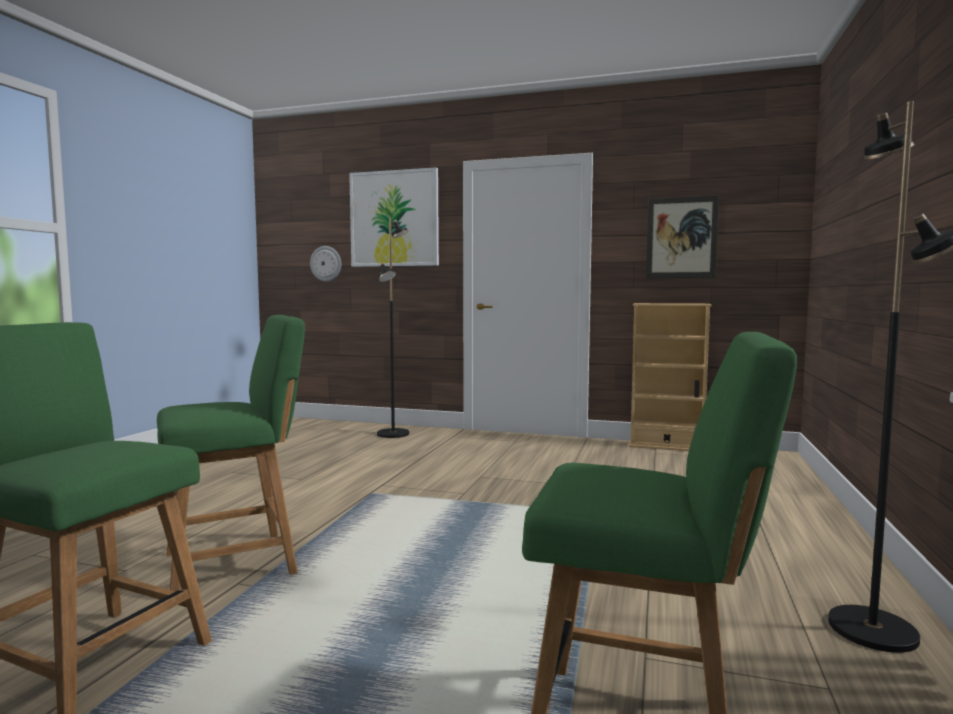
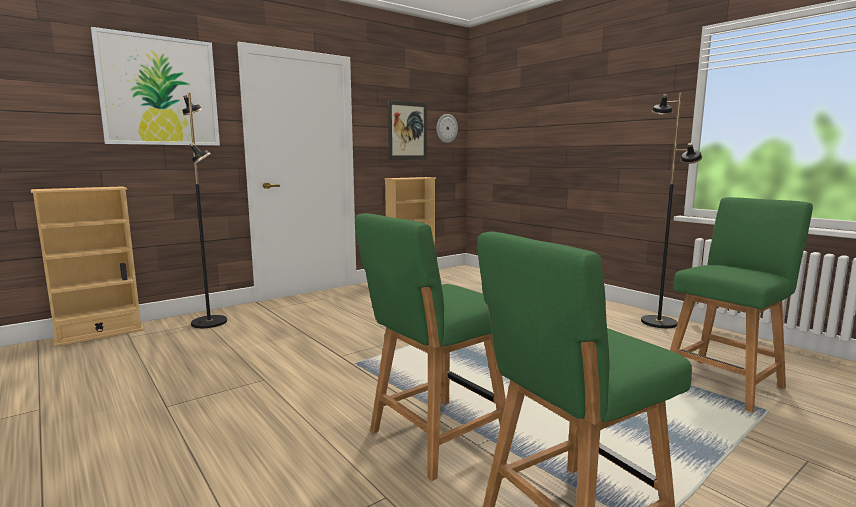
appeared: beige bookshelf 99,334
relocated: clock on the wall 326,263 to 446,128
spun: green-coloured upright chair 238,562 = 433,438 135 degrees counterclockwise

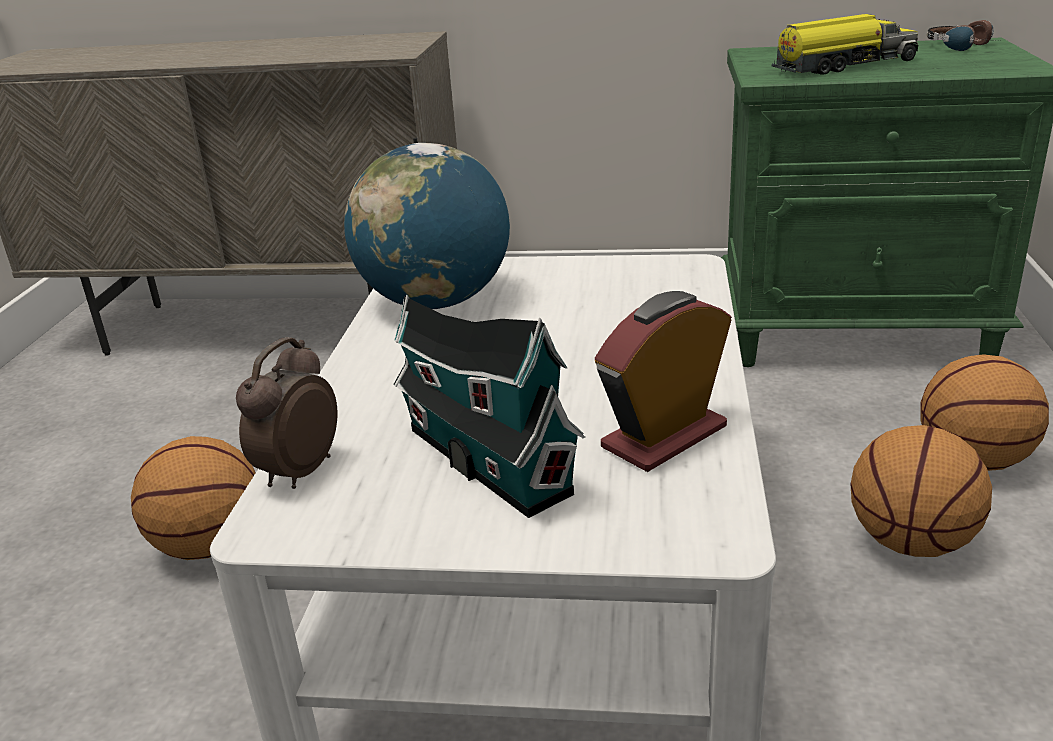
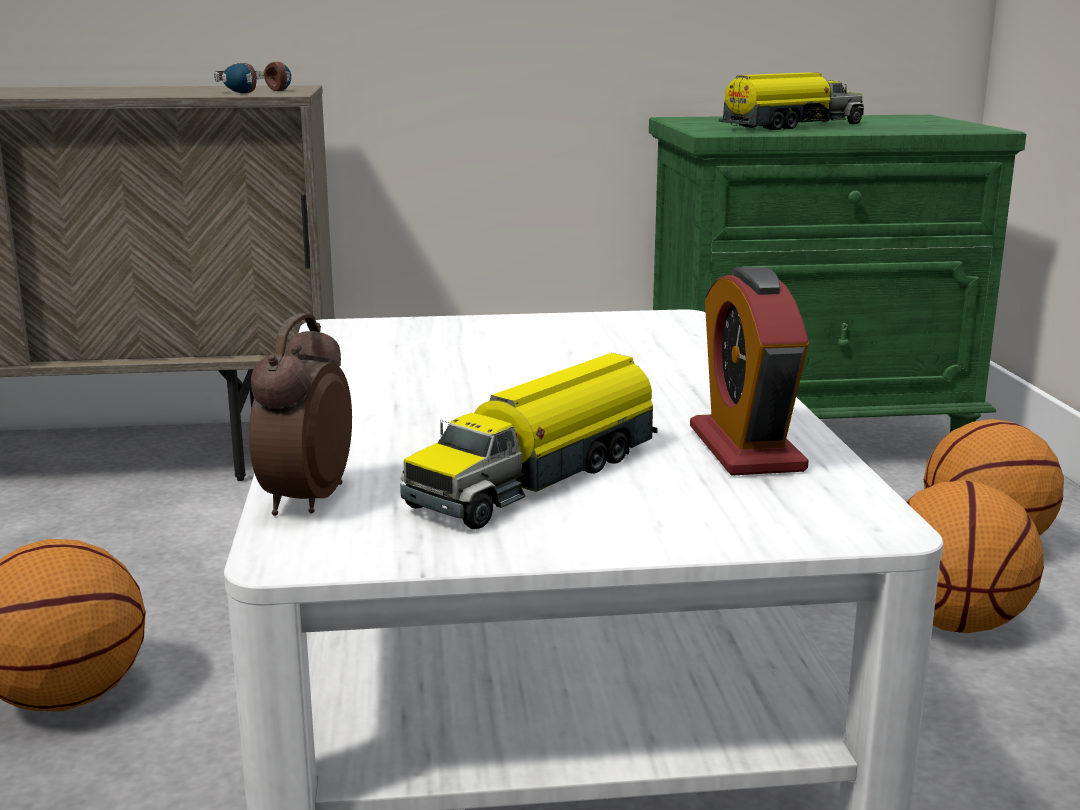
missing: globe 436,302
relocated: headphones 967,47 to 259,92
exchanged: model house 483,457 to toy lorry 539,475
spun: alarm clock 664,437 = 745,449 45 degrees counterclockwise

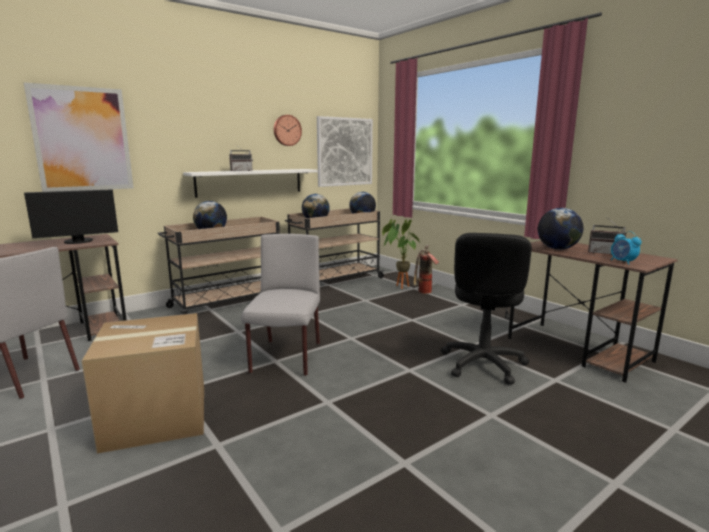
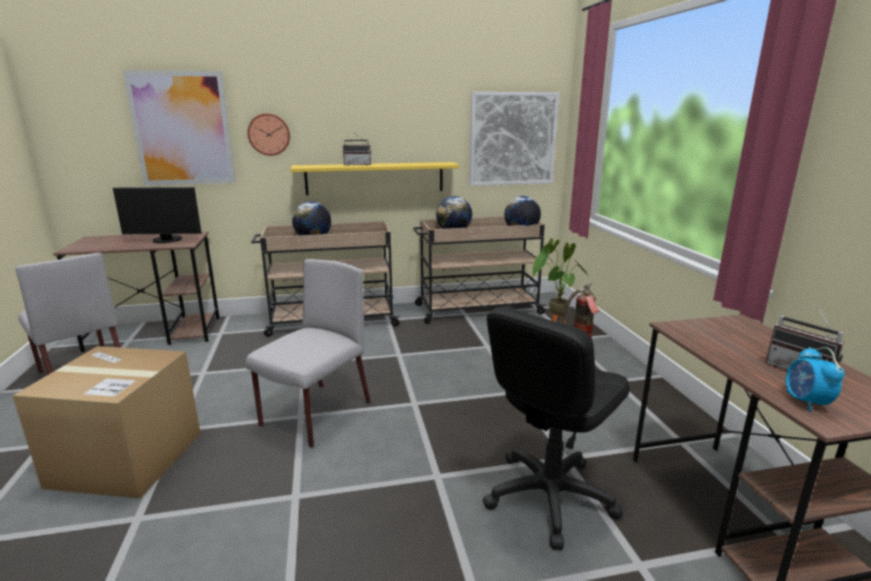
missing: globe 557,249
relocated: clock on the wall 287,130 to 269,134
colour: white-coloured wall shelf 250,182 to yellow wall shelf 375,178

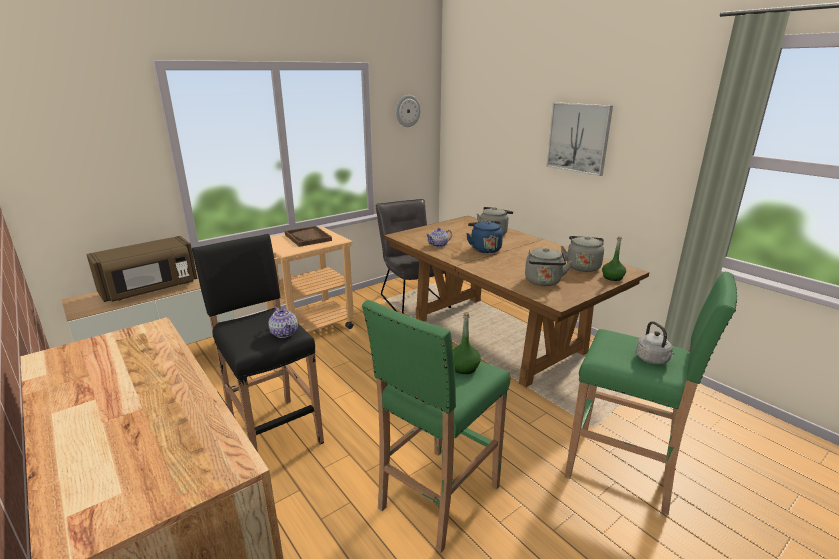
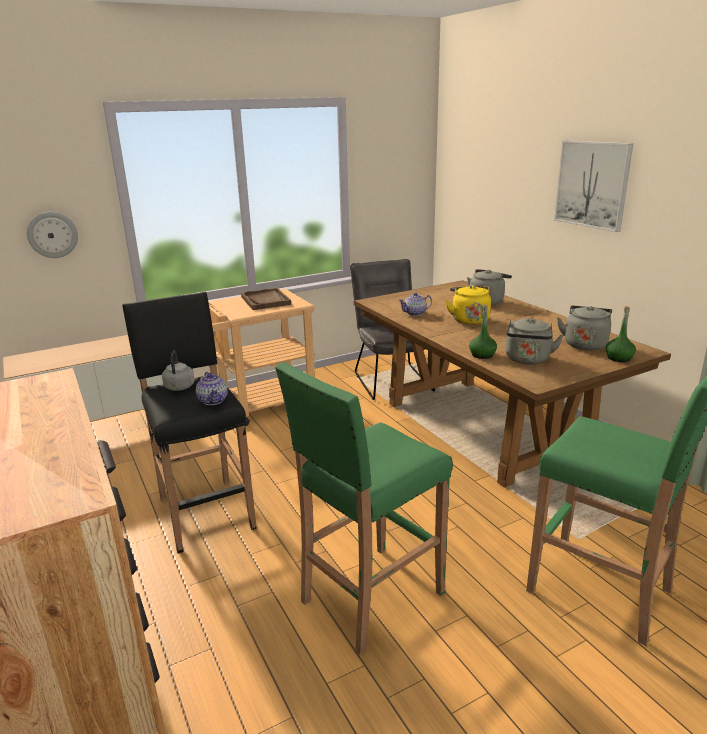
missing: brown kitchen microwave 150,289
relocated: clock on the wall 407,111 to 52,235; gray tea kettle 653,360 to 179,388; green-coloured beverage bottle 464,367 to 482,355
colour: bluish tea kettle 484,249 to yellow tea kettle 469,319

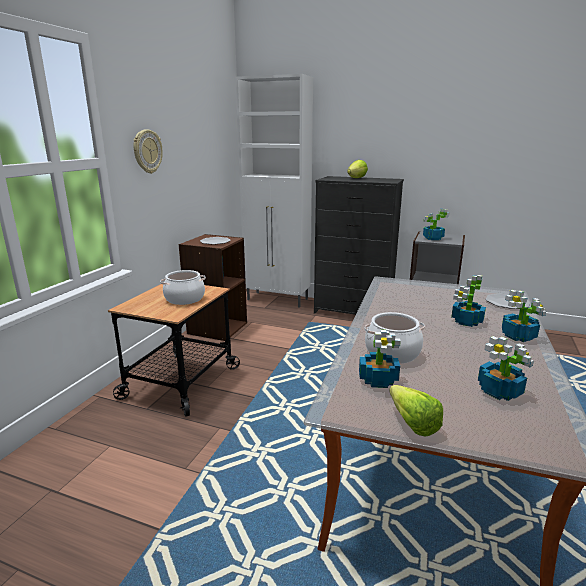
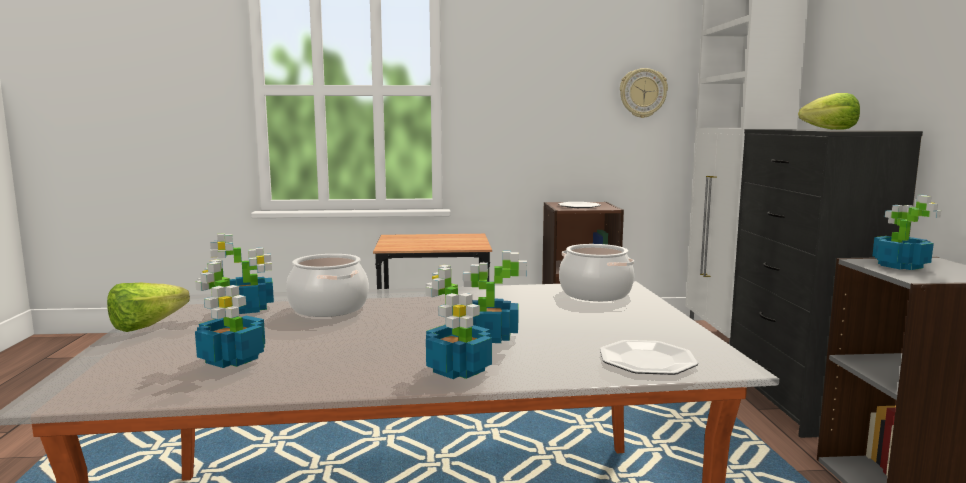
relocated: cooking pot 184,299 to 595,294; clock on the wall 147,151 to 642,93

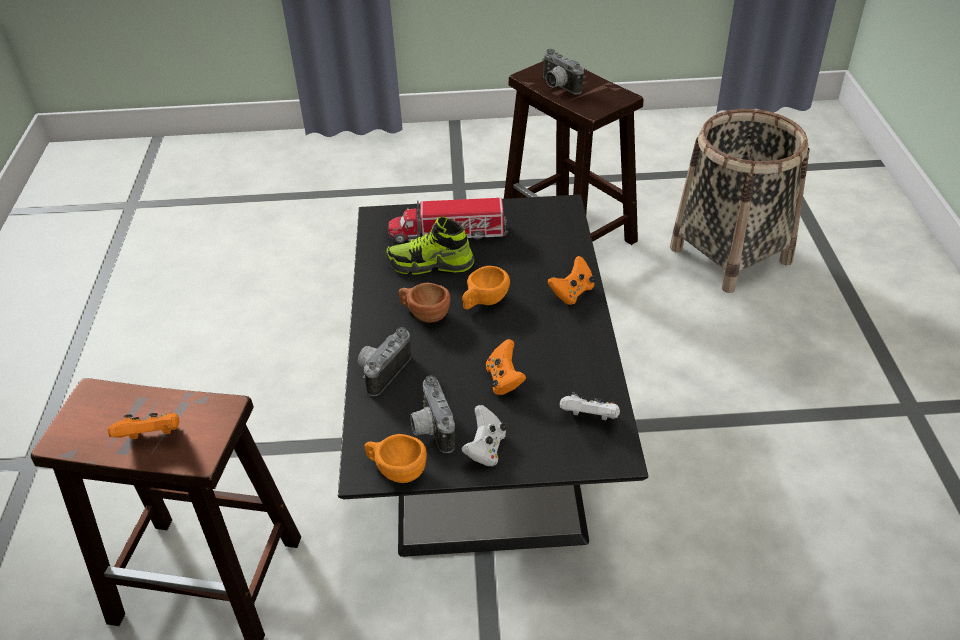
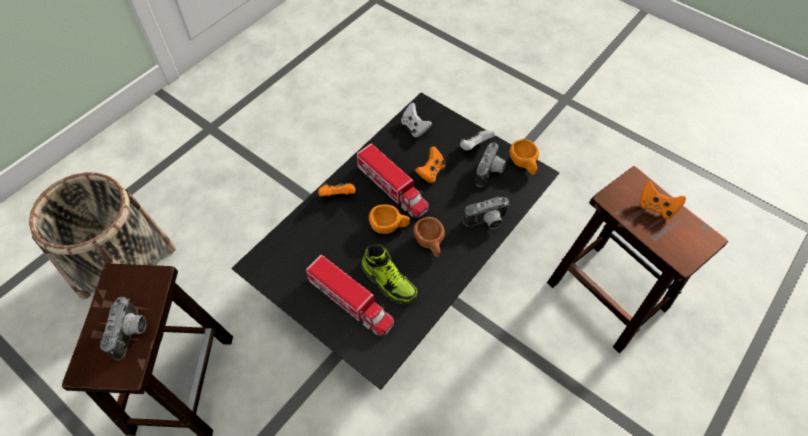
appeared: toy lorry 392,188

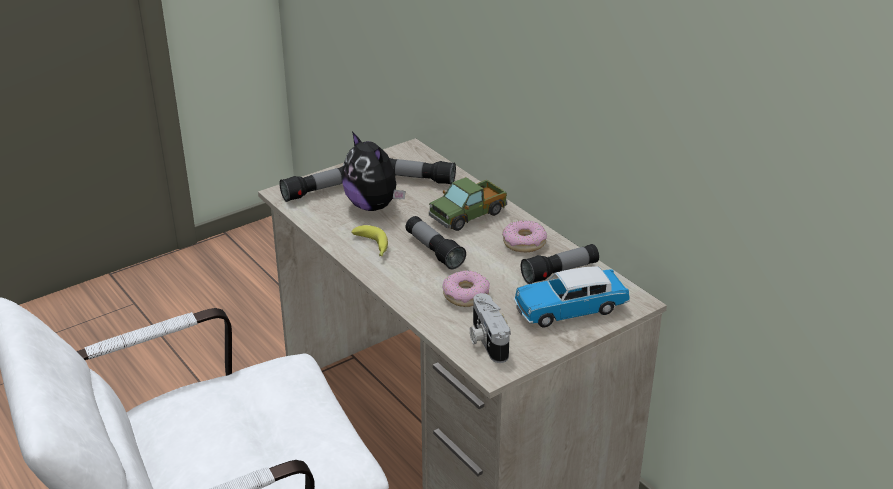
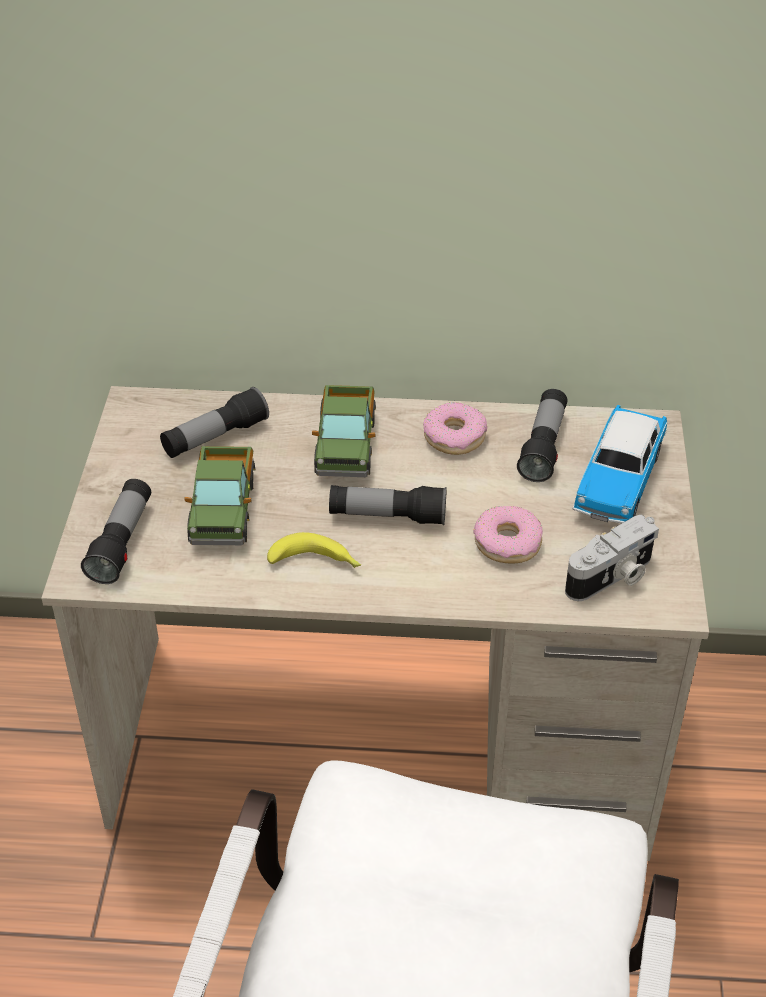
exchanged: cuddly toy 373,206 to toy lorry 223,510
spun: photo camera 486,340 = 612,577 60 degrees counterclockwise

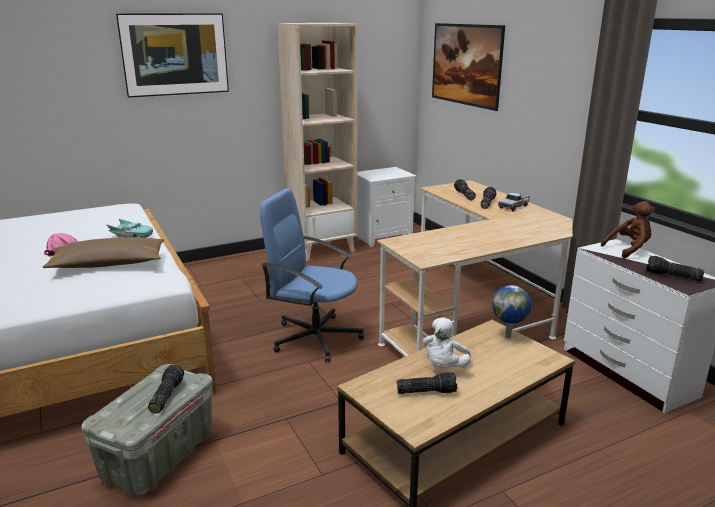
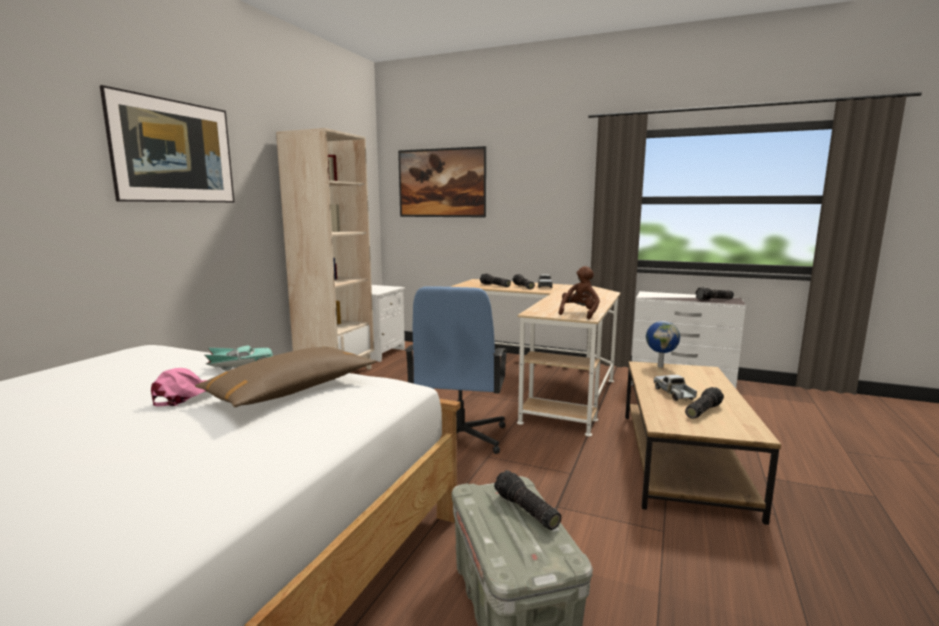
relocated: brown cuddly toy 629,249 to 579,314
exchanged: white-coloured cuddly toy 444,367 to toy lorry 674,394
spun: bluish office chair 315,337 = 459,437 60 degrees counterclockwise

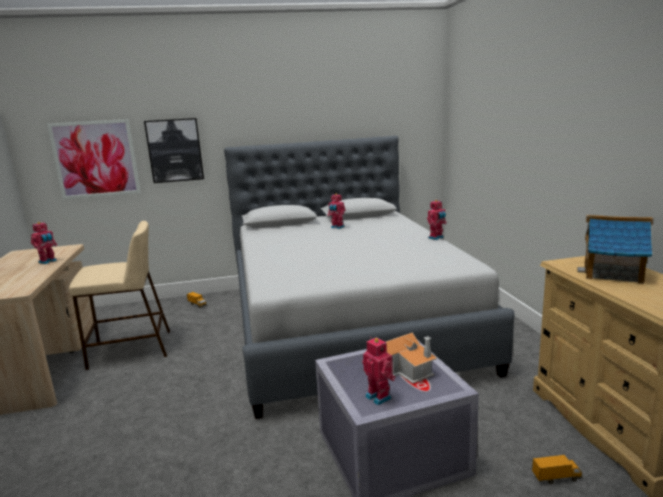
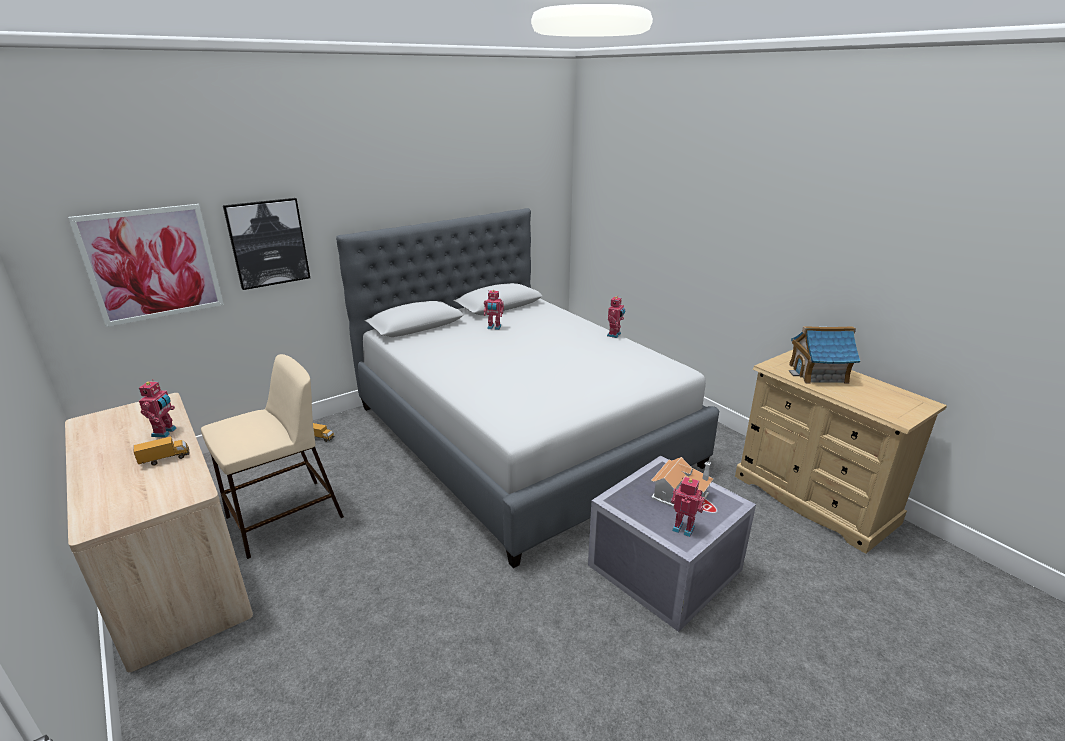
relocated: toy lorry 556,478 to 165,459

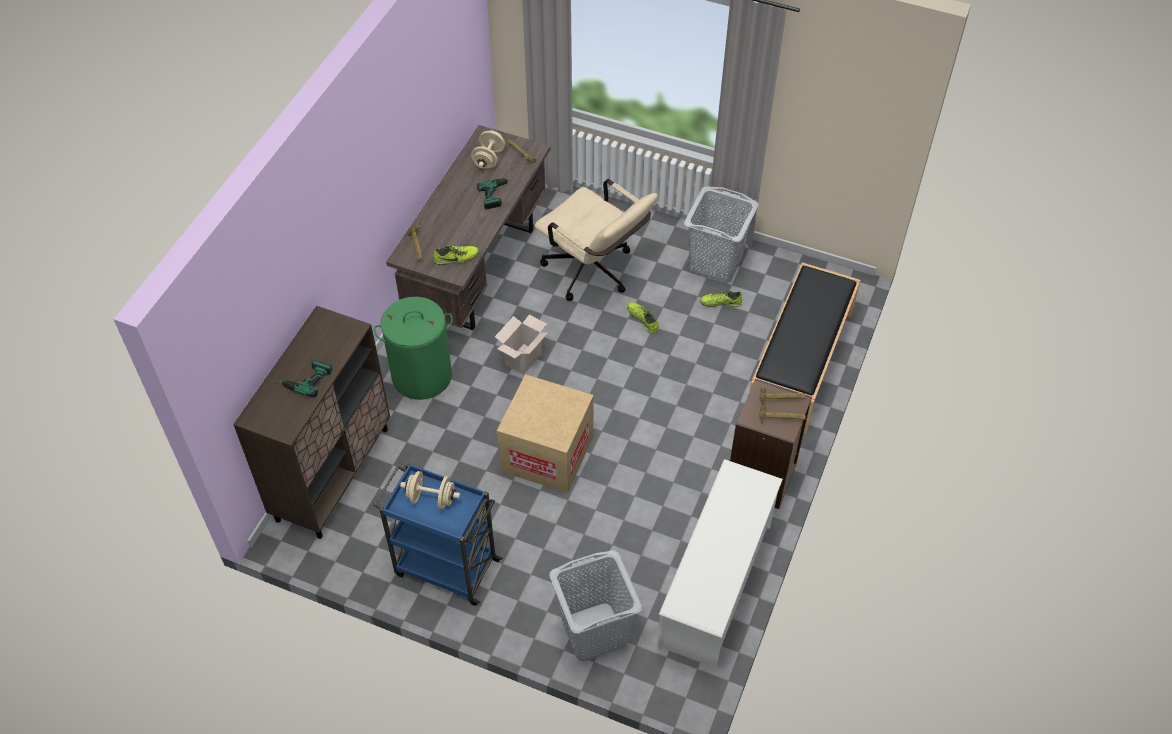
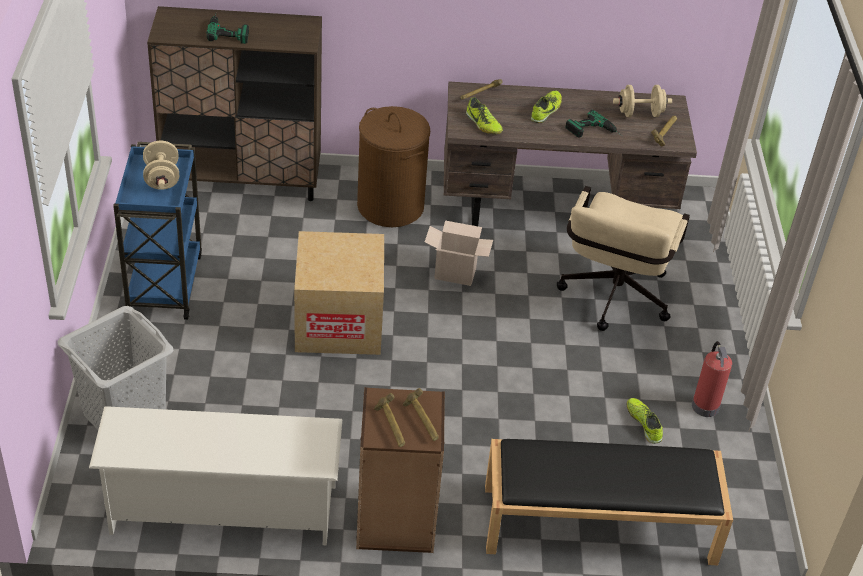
relocated: item of footwear 643,319 to 546,110
exchanged: gray hamper 716,263 to fire-fighting cylinder 705,405
colour: green-coloured hamper 421,376 to brown hamper 390,206

